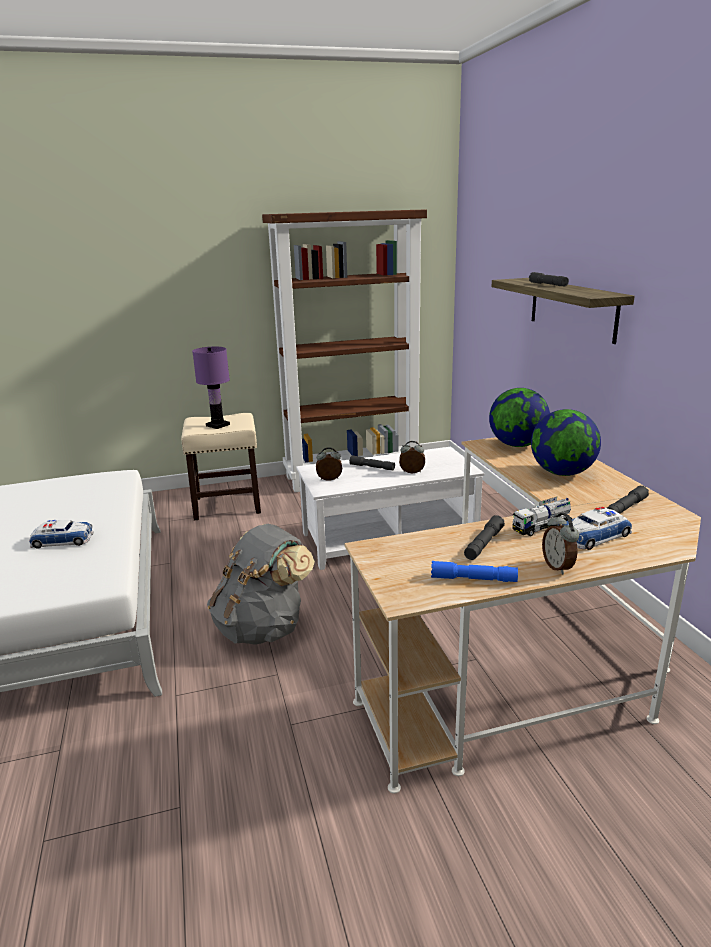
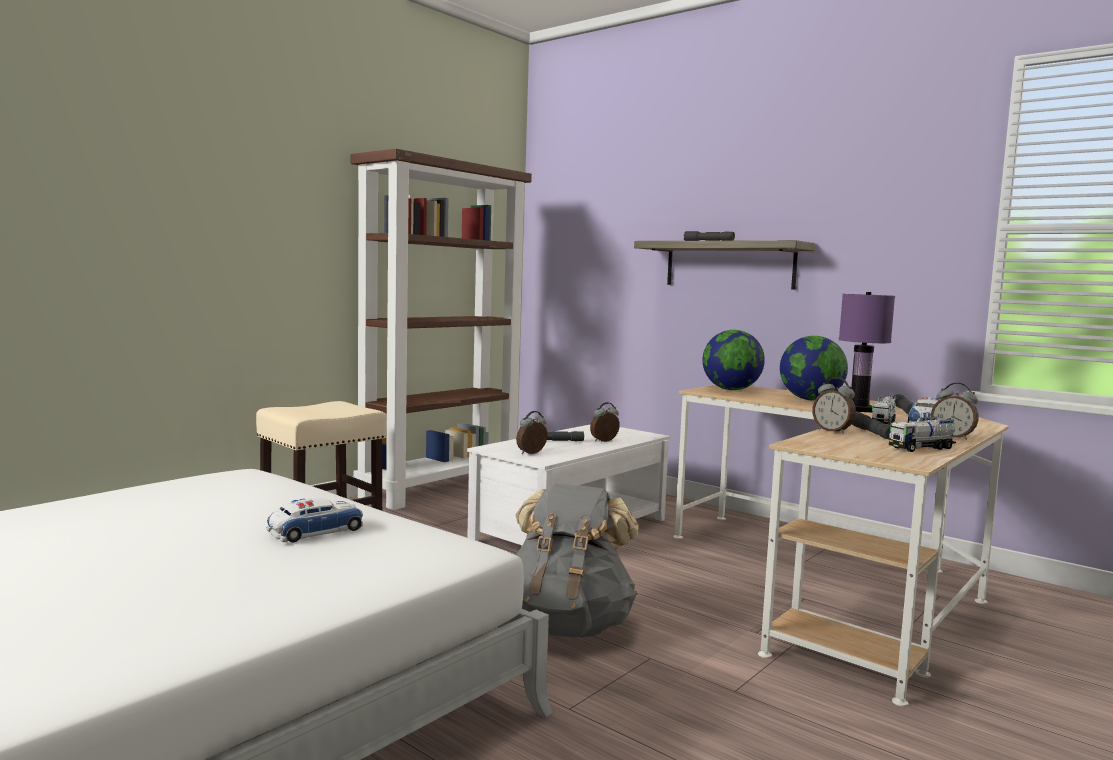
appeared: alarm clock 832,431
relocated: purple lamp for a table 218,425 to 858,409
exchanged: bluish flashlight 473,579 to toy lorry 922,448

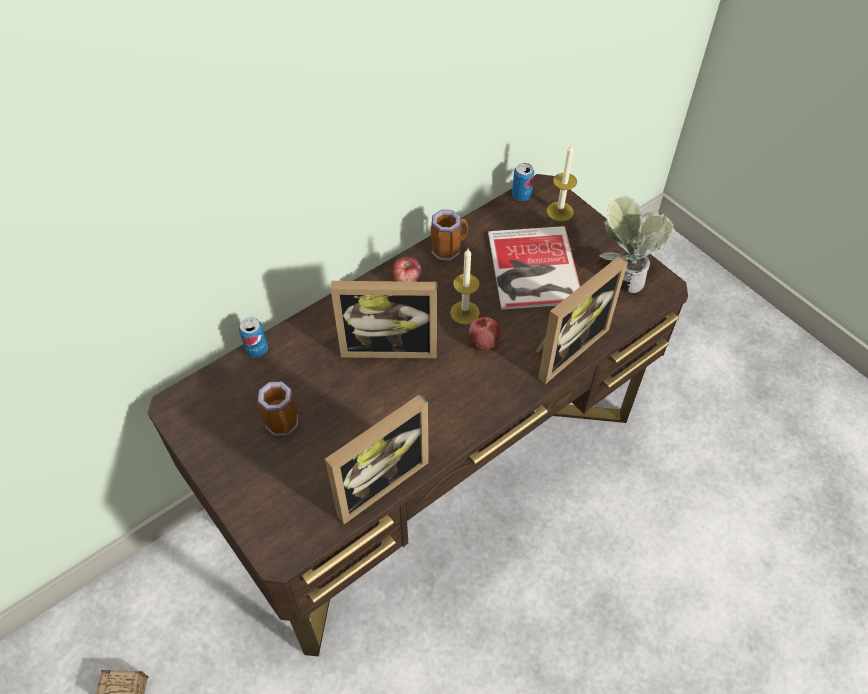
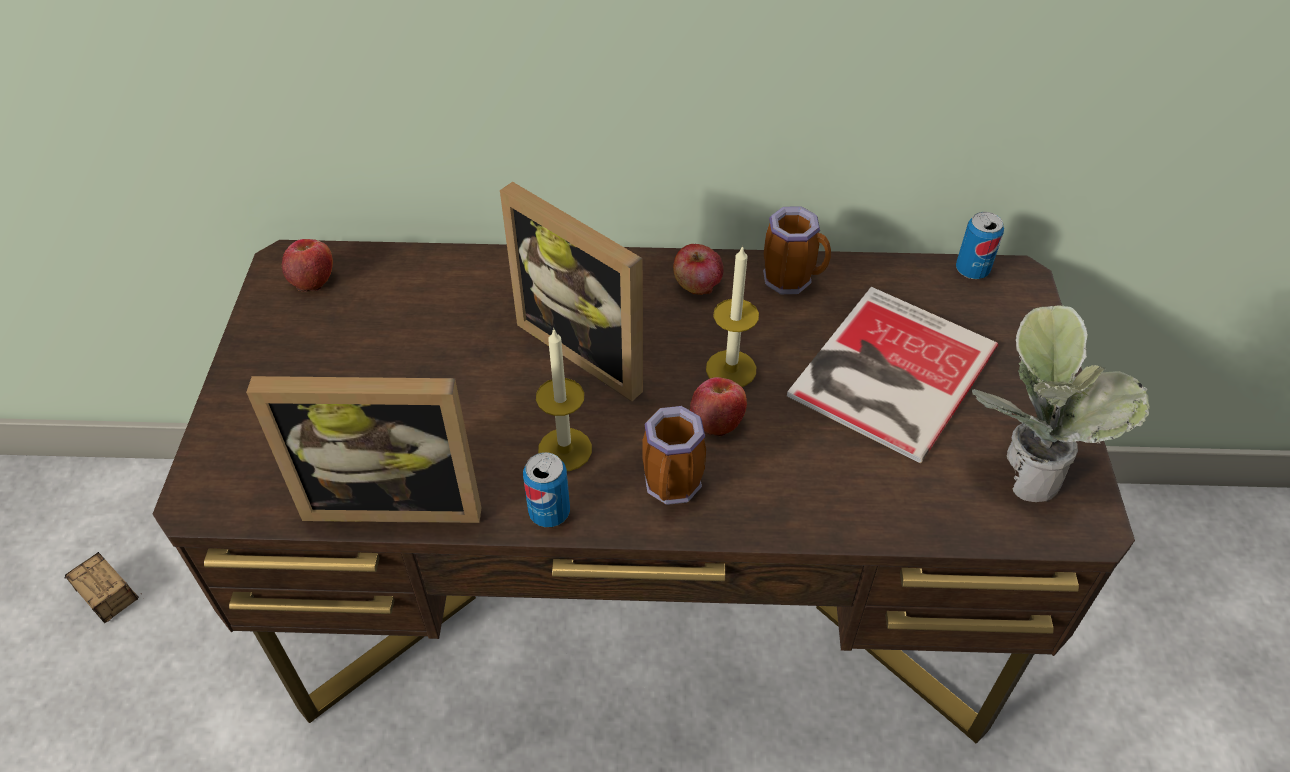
missing: standing frame 565,347
appeared: apple fruit 312,279
relocated: can 257,350 to 549,512; wax light 560,211 to 565,449; mug 284,425 to 673,488

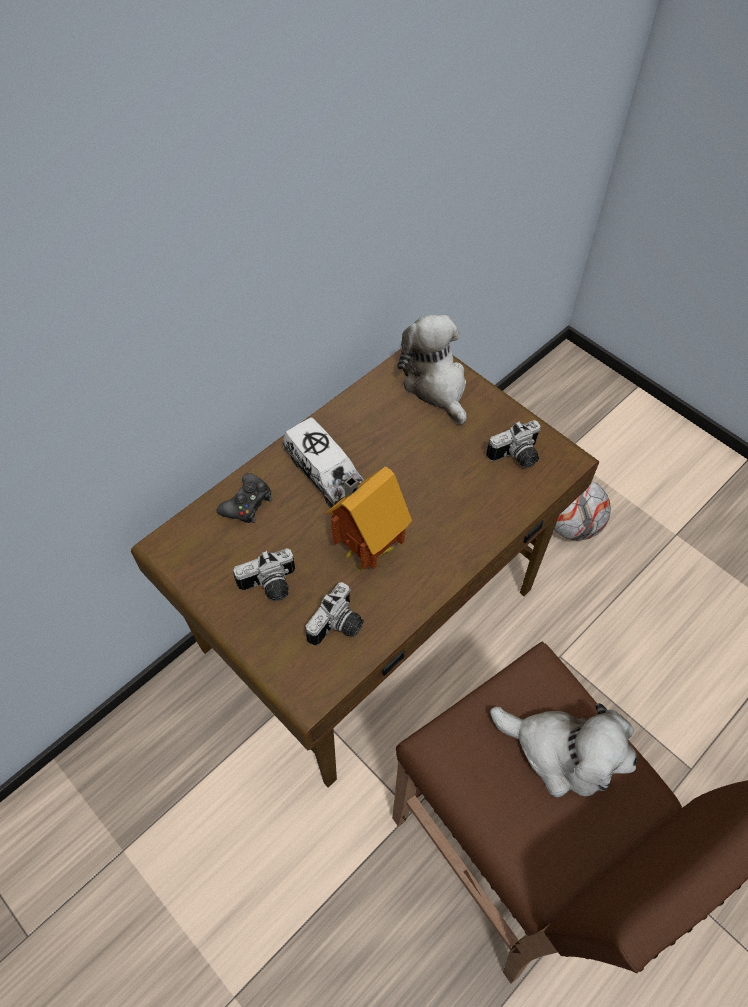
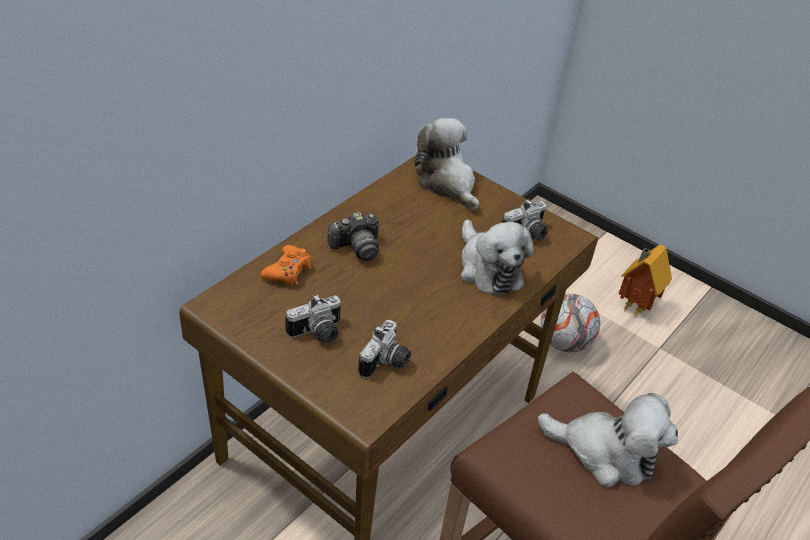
appeared: cuddly toy 488,268
relocated: model house 365,549 to 633,306
exchanged: toy lorry 324,472 to photo camera 356,247
colour: black-coloured gamepad 247,503 to orange gamepad 288,271

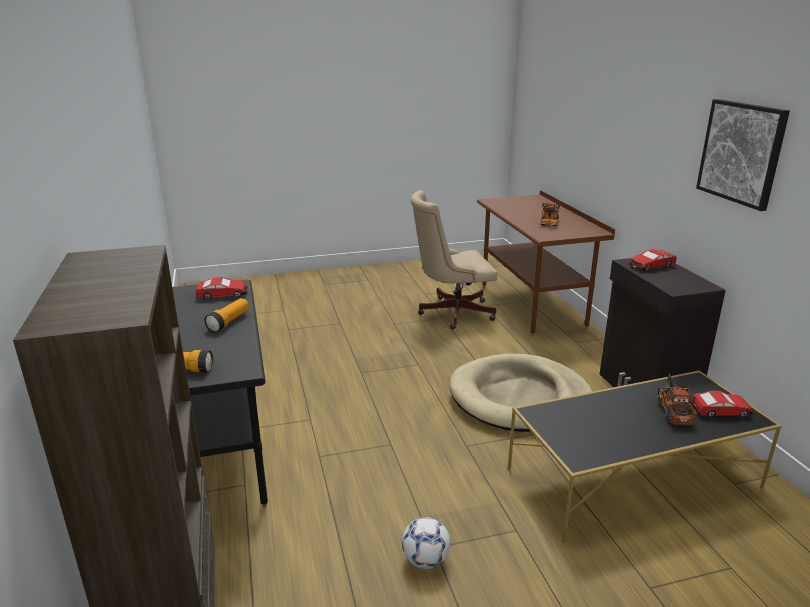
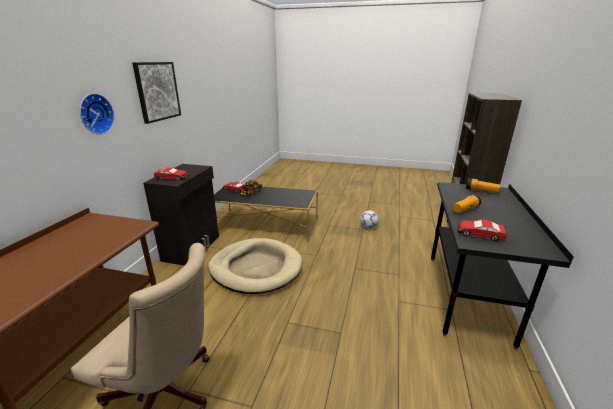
missing: toy lorry 549,223
appeared: clock on the wall 95,114

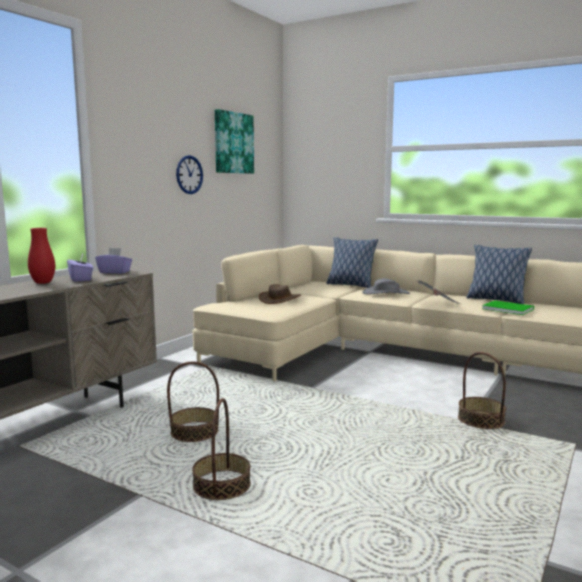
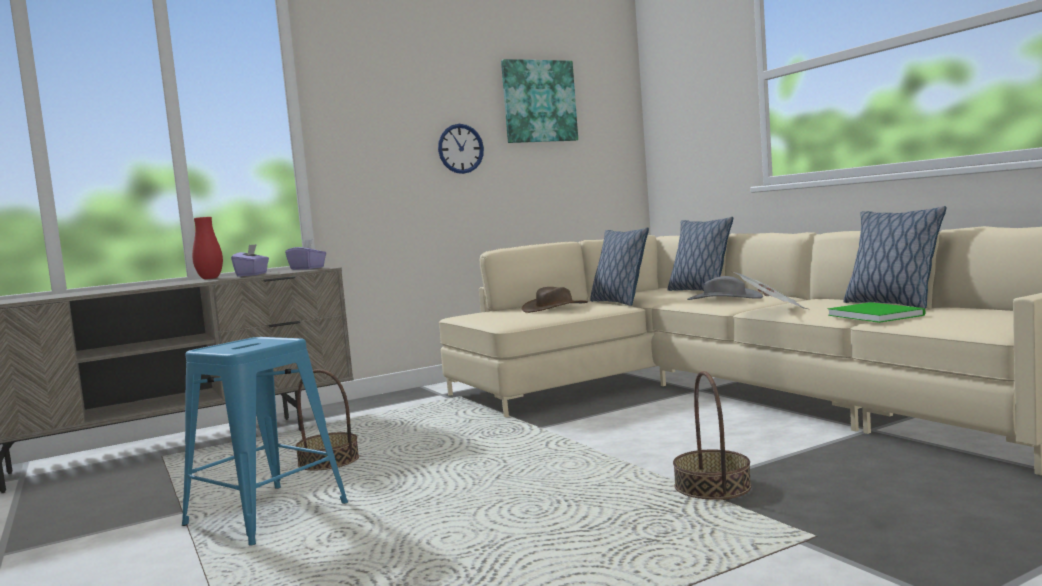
appeared: throw pillow 619,302
exchanged: storage basket 221,485 to bluish sitting stool 266,514

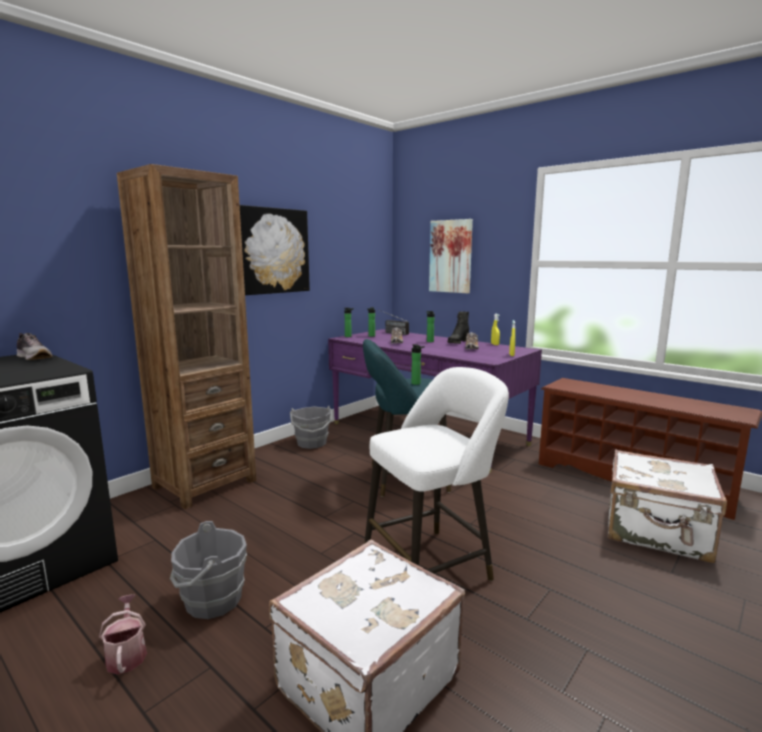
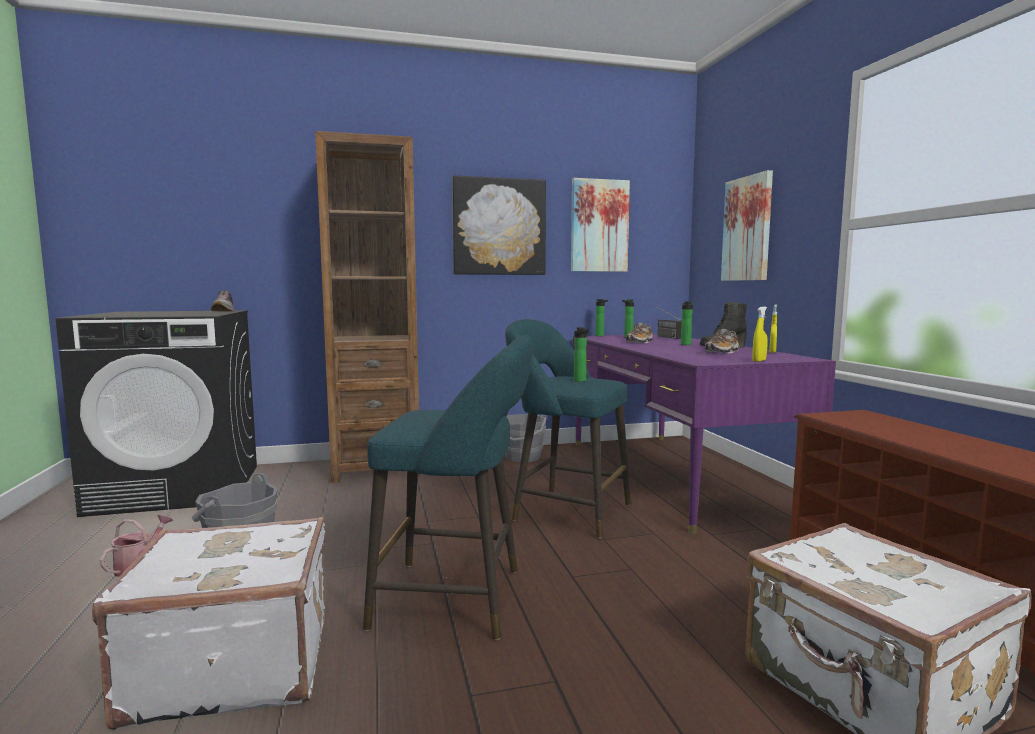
appeared: wall picture 599,226
colour: white-coloured sitting stool 432,565 to turquoise sitting stool 457,599

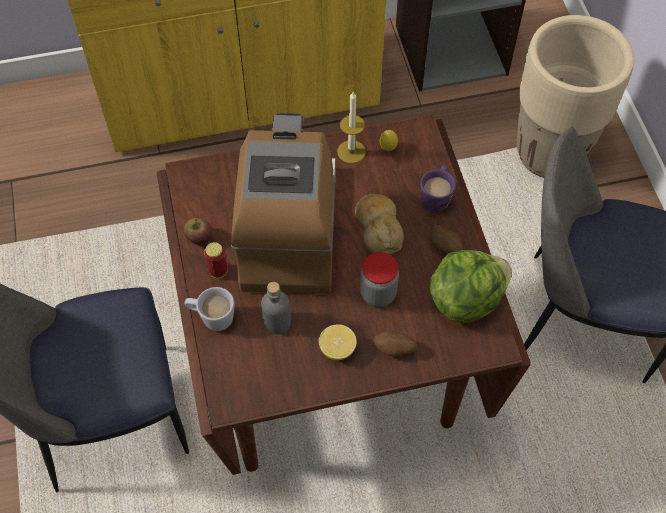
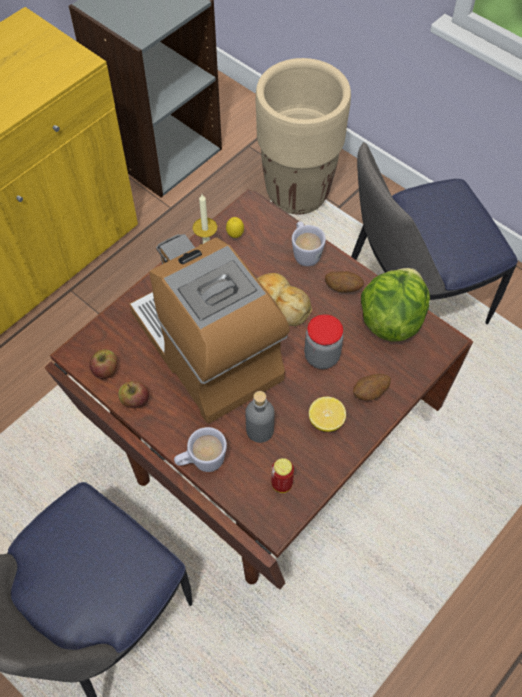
appeared: apple fruit 105,370
relocated: can 218,271 to 281,484
colour: purple mug 436,197 to white-coloured mug 305,252

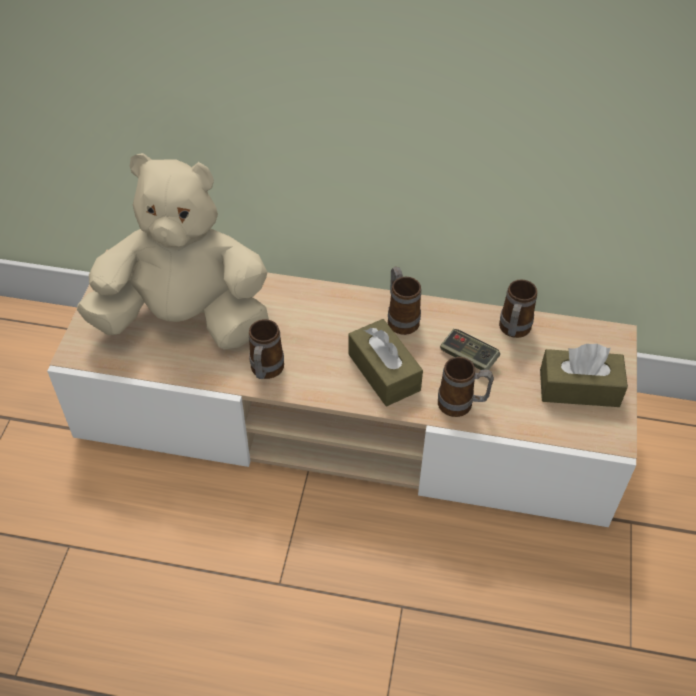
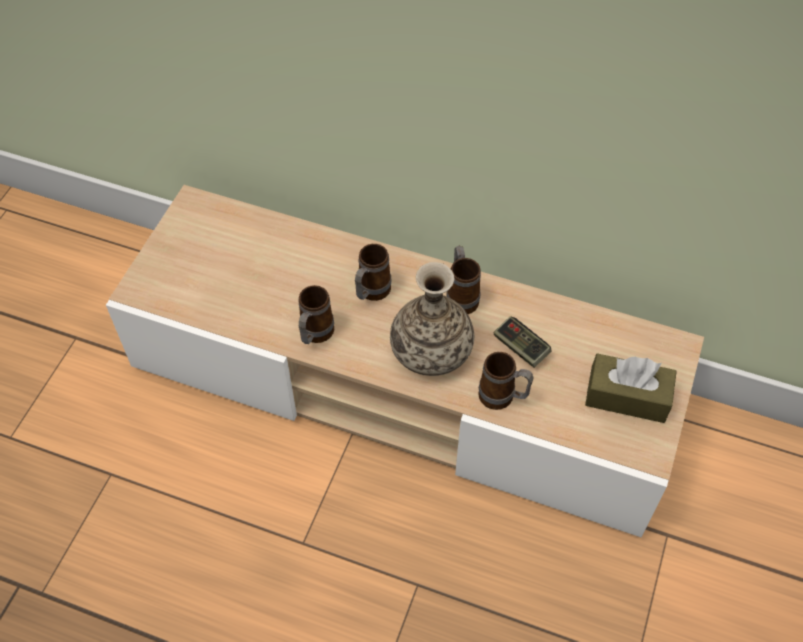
missing: beige cuddly toy 185,319
relocated: mug 513,331 to 371,293
exchanged: brown tissue holder 384,372 to flower vase 432,352

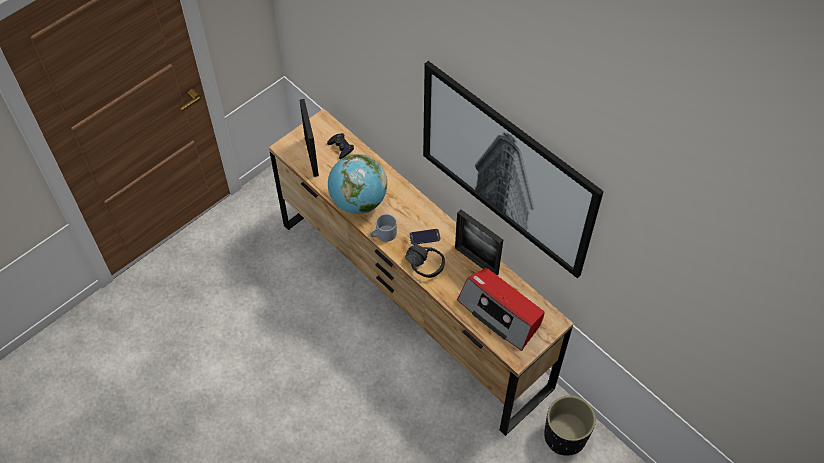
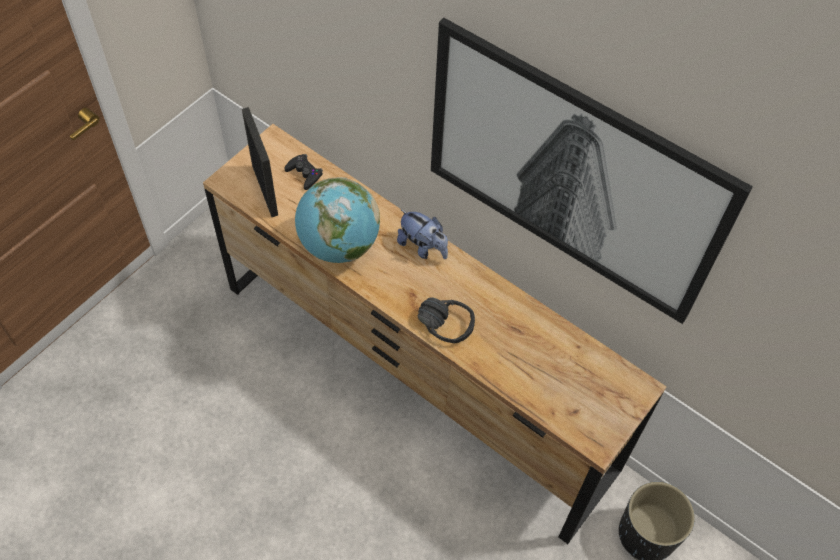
missing: gray mug 383,235; phone 425,237; standing frame 476,261; radio receiver 501,313
appeared: cuddly toy 423,247

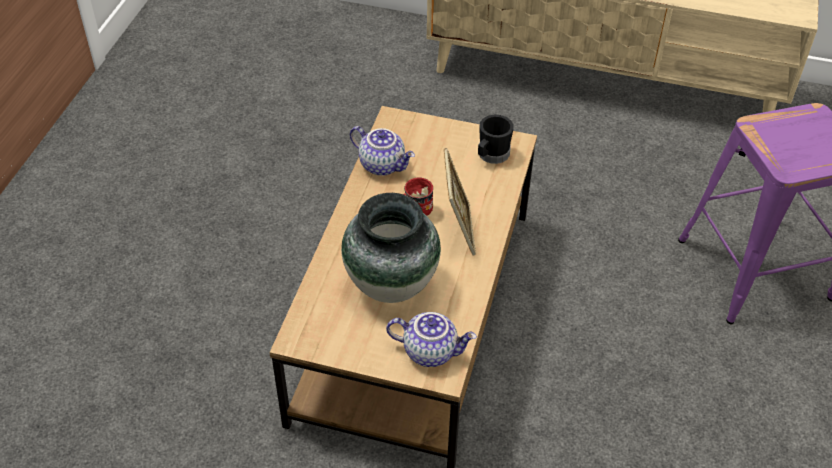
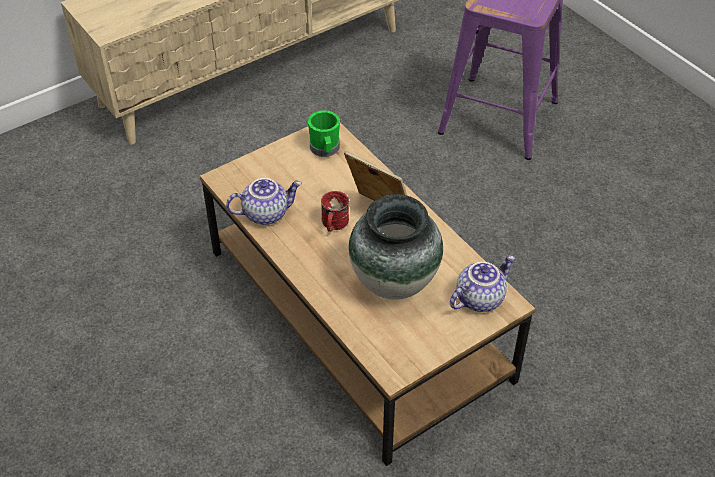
colour: black-coloured mug 491,155 to green-coloured mug 325,149

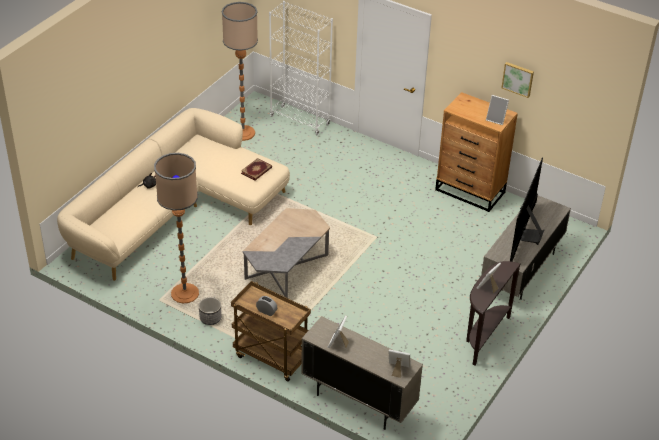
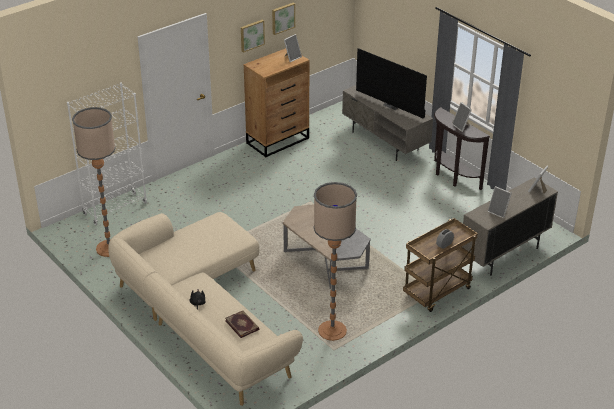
missing: flower pot 210,318
appeared: wall picture 251,35
relocated: book 257,170 to 242,325

